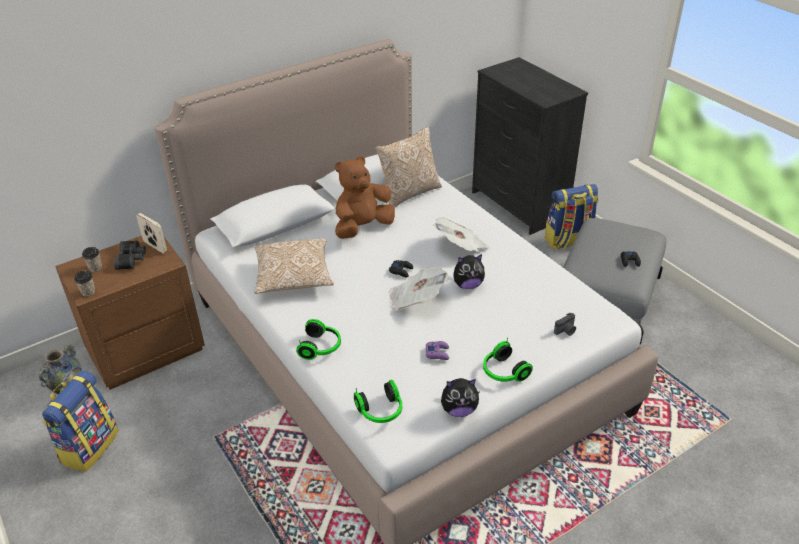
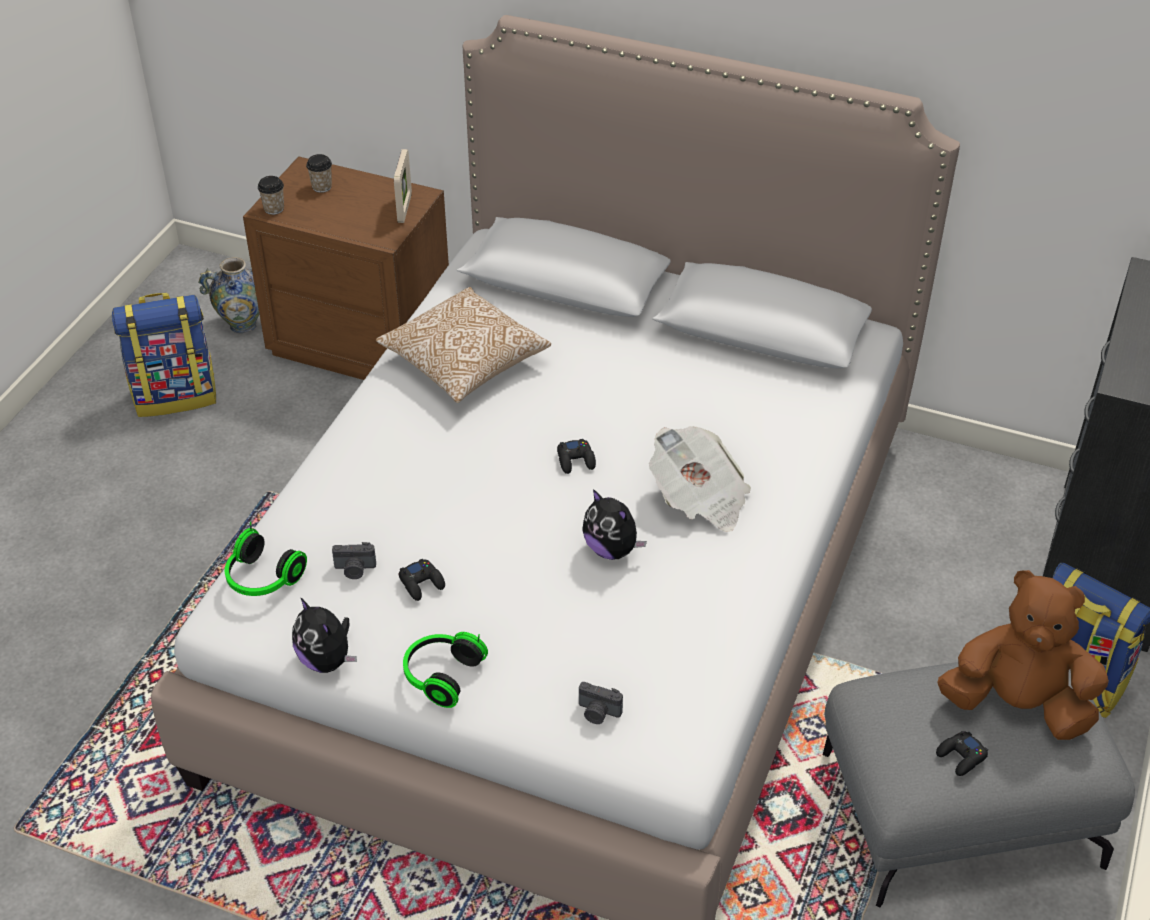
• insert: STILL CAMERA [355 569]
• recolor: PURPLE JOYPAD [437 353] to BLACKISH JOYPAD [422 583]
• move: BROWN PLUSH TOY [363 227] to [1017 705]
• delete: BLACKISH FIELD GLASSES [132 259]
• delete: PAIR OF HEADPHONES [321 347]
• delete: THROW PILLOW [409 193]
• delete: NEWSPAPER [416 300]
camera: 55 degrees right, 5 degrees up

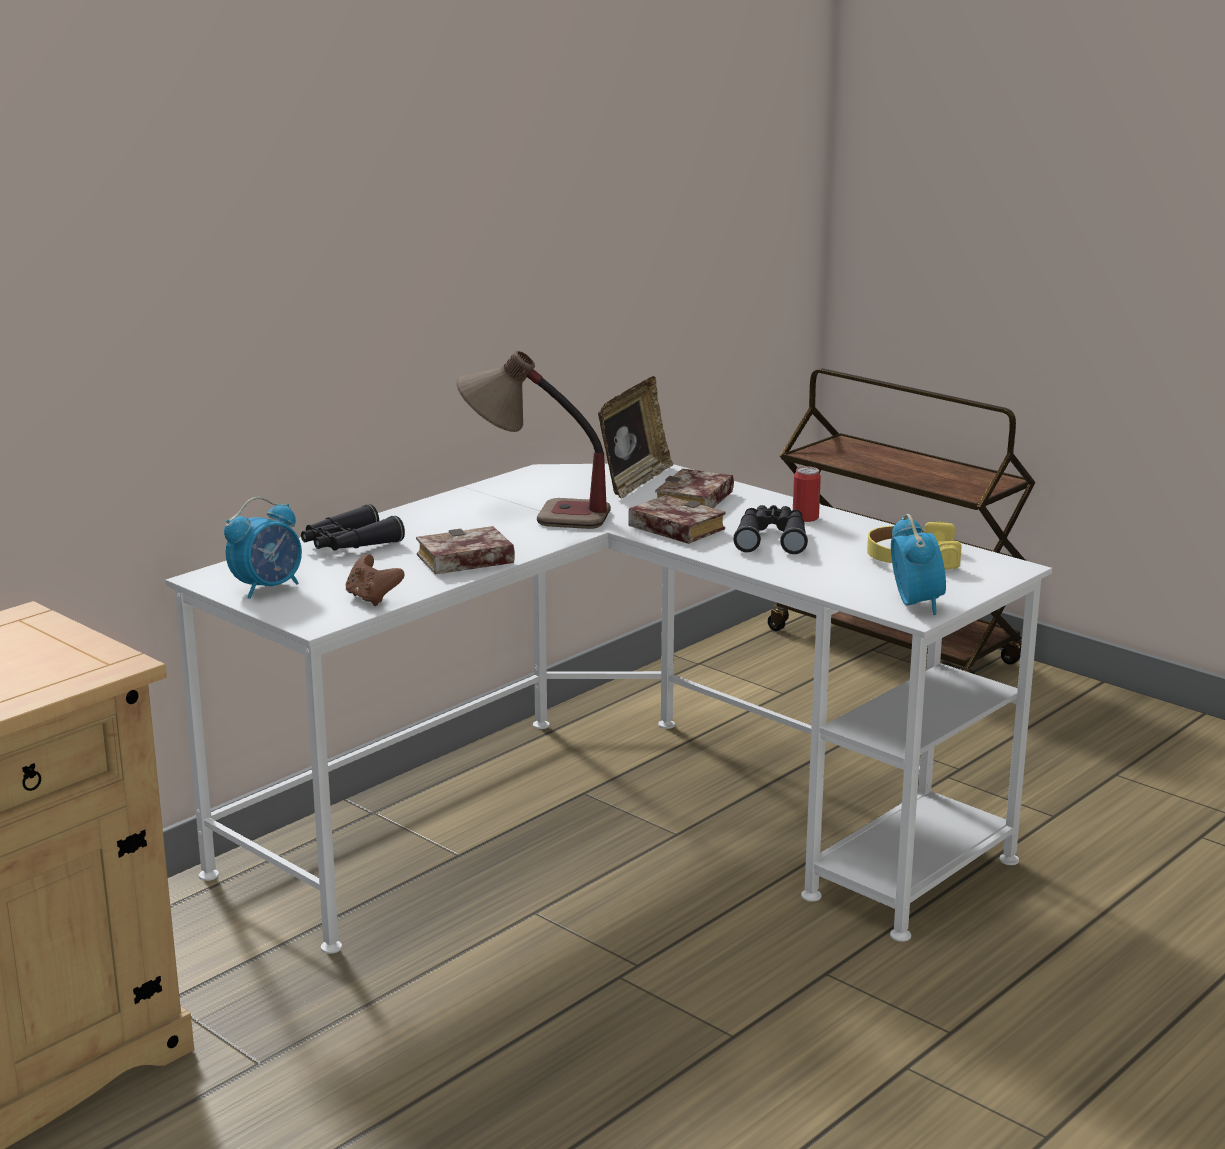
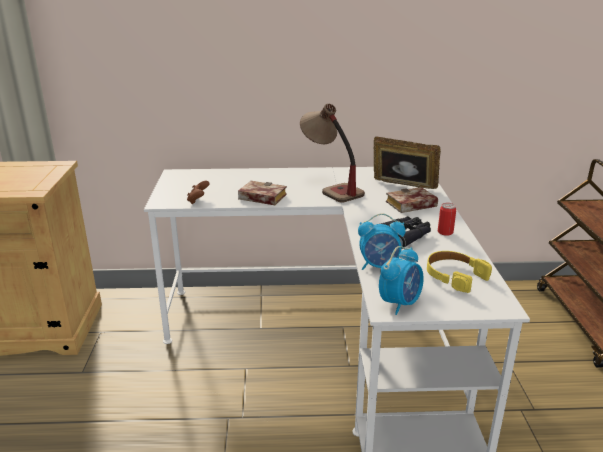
• move: TABLE CLOCK [268 588] to [379 266]
• rotate: PHOTO FRAME [633 482] = [403 187] 135 degrees counterclockwise
• delete: BLACKISH FIELD GLASSES [348 544]
• delete: BOUND BOOK [672 528]
camera: 45 degrees right, 5 degrees up

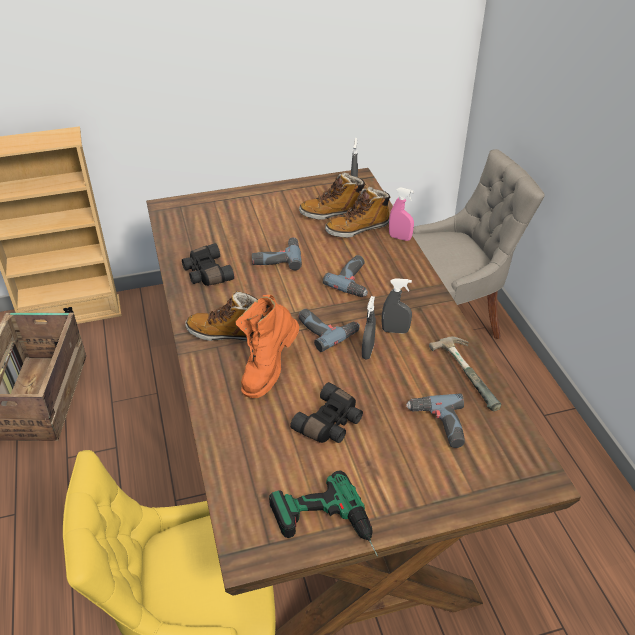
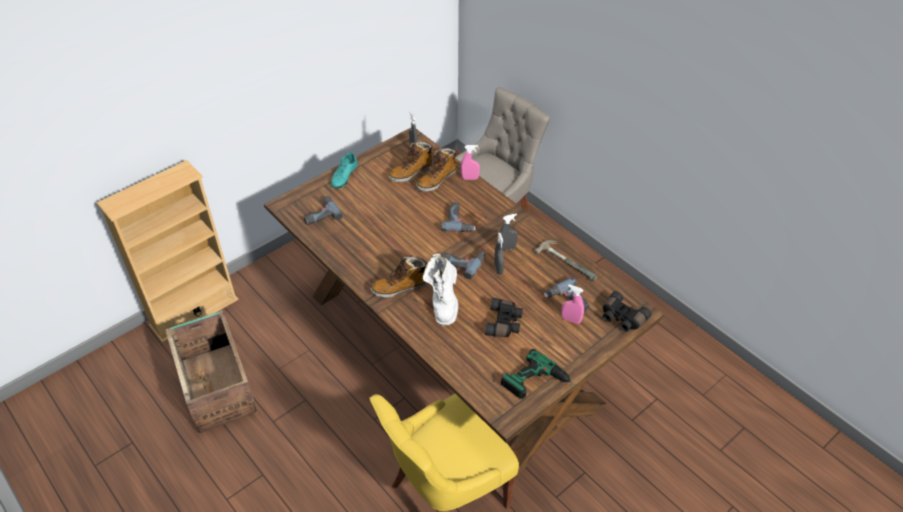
• move: DRILL [276 257] to [320 214]
• insert: TURQUOISE SHOE [344 175]
• recolor: ORANGE-COLOURED HIGH-TOP BOOT [268 369] to WHITE-COLOURED HIGH-TOP BOOT [443 302]
• insert: PINK HAND SPRAYER [571 320]
• move: BLACKISH FIELD GLASSES [206 273] to [622 318]
camera: 25 degrees left, 5 degrees up

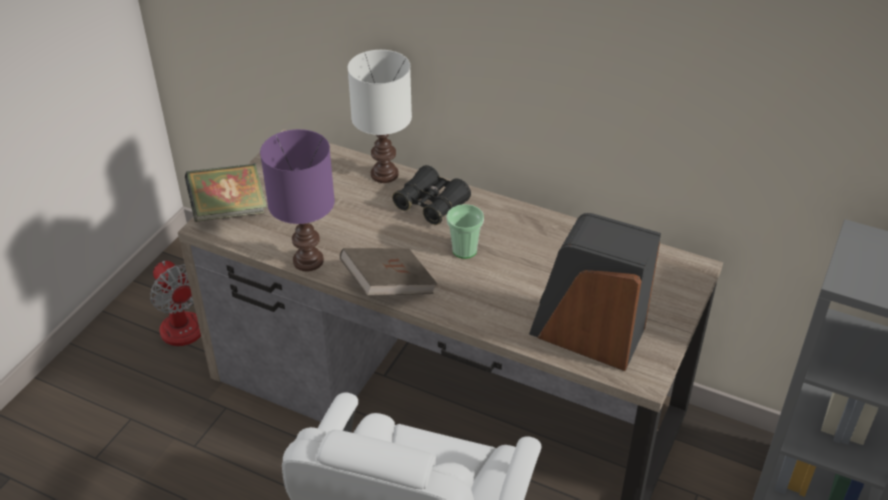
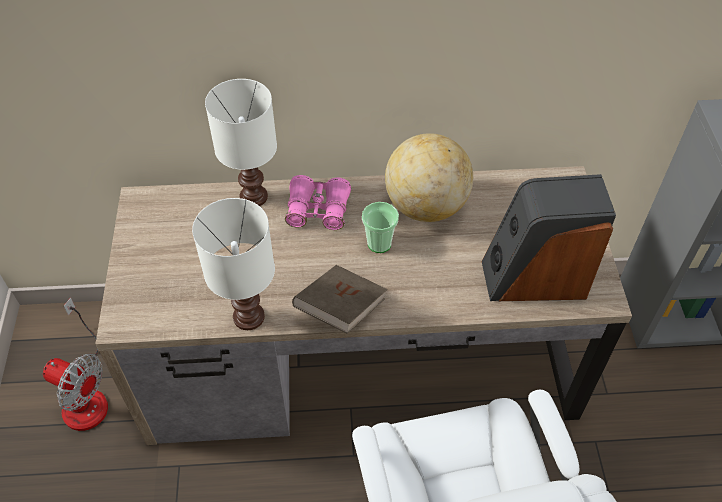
• recolor: PURPLE LAMP FOR A TABLE [308 262] to WHITE-COLOURED LAMP FOR A TABLE [249 318]
• recolor: BLACKISH FIELD GLASSES [431 204] to PINK FIELD GLASSES [318 210]
• insert: DESK GLOBE [426 206]
• delete: BOUND BOOK [229 211]
camera: 30 degrees left, 10 degrees up

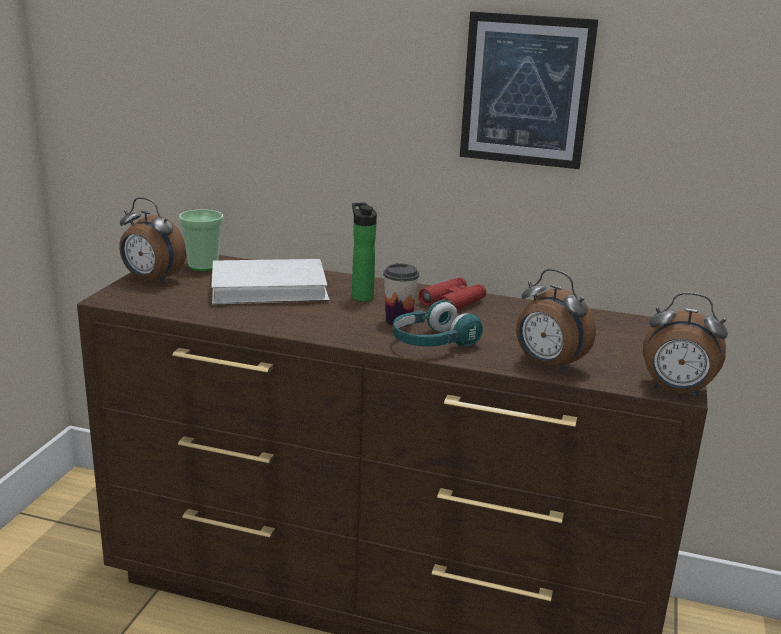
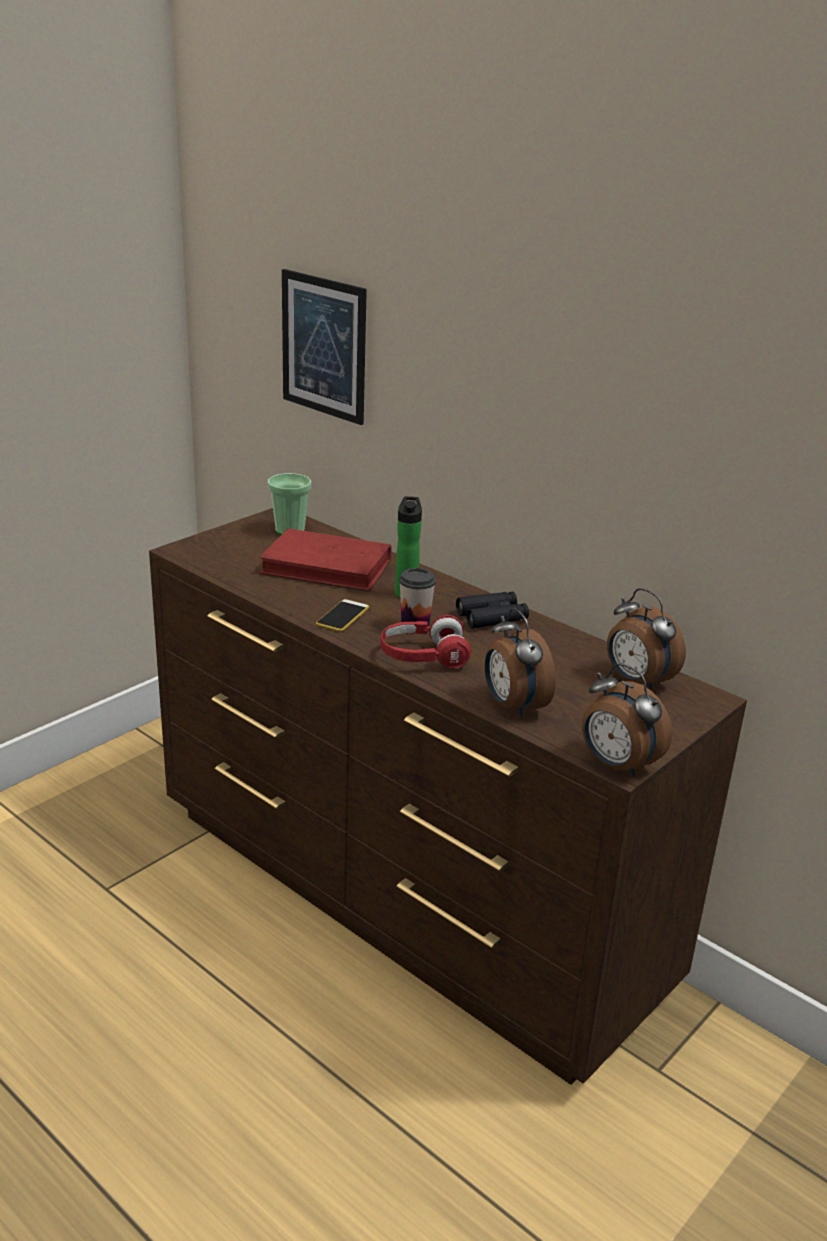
• recolor: WHITE-COLOURED BOUND BOOK [269 288] to REDDISH BOUND BOOK [327 567]
• move: PICTURE [526 91] to [323 346]
• insert: HANDSET [342 616]
• recolor: TURQUOISE PAIR OF HEADPHONES [432 342] to REDDISH PAIR OF HEADPHONES [423 656]
• recolor: REDDISH FIELD GLASSES [452 302] to BLACKISH FIELD GLASSES [492 617]
• move: TABLE CLOCK [151 280] to [636 682]
camera: 25 degrees right, 5 degrees up

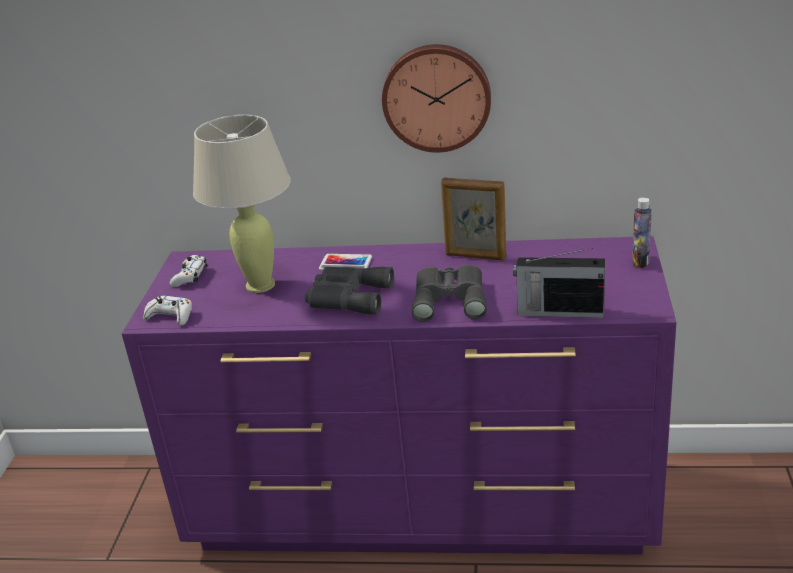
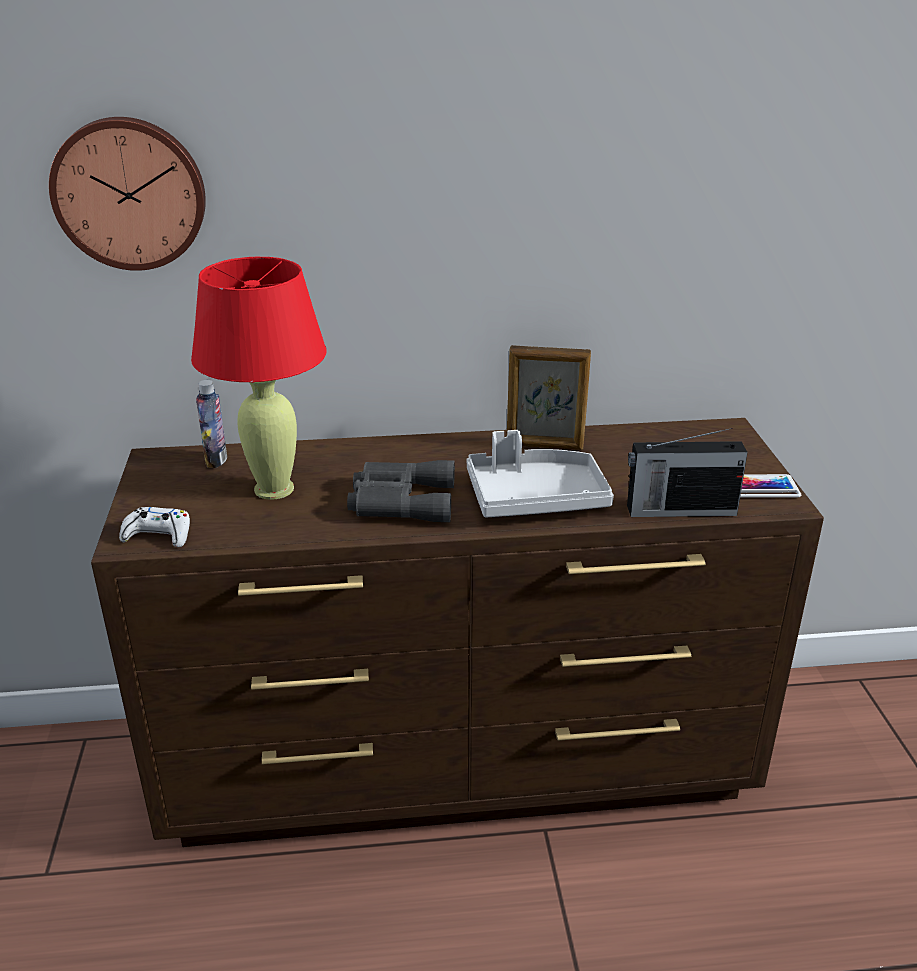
• move: HANGING CLOCK [436 97] to [130 193]
• recolor: PURPLE DRAWER CHEST [422 509] to BROWN DRAWER CHEST [461 764]
• recolor: SAND-COLOURED LAMP FOR A TABLE [260 285] to REDDISH LAMP FOR A TABLE [273 489]
• move: DRINK BOTTLE [640 262] to [216 460]
• replace: GREY FIELD GLASSES [450 298] to GREY SERVING TRAY [535 498]
• move: HANDSET [345 263] to [762 487]
• delete: WHITE-COLOURED JOYPAD [190 276]
camera: 15 degrees left, 0 degrees up

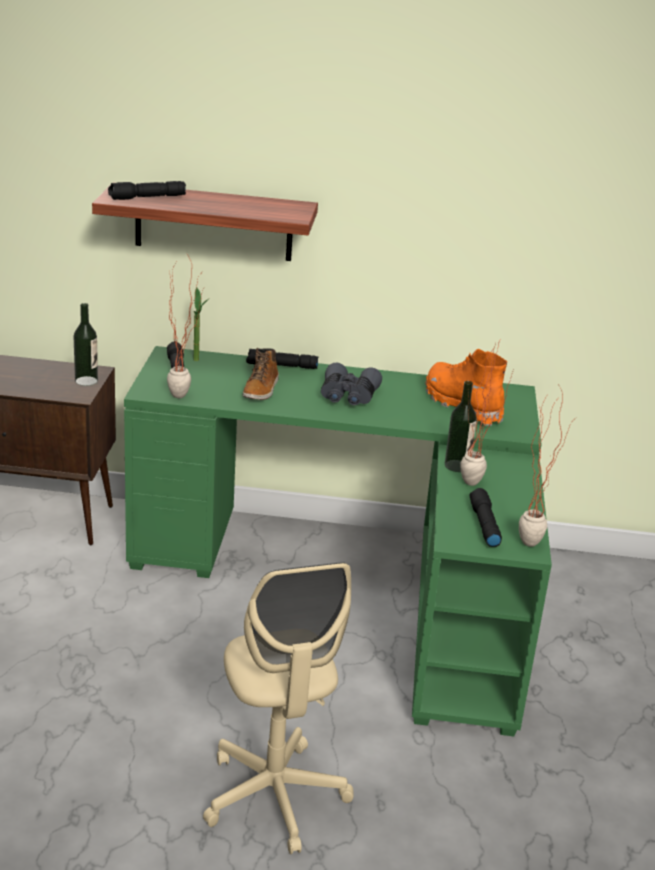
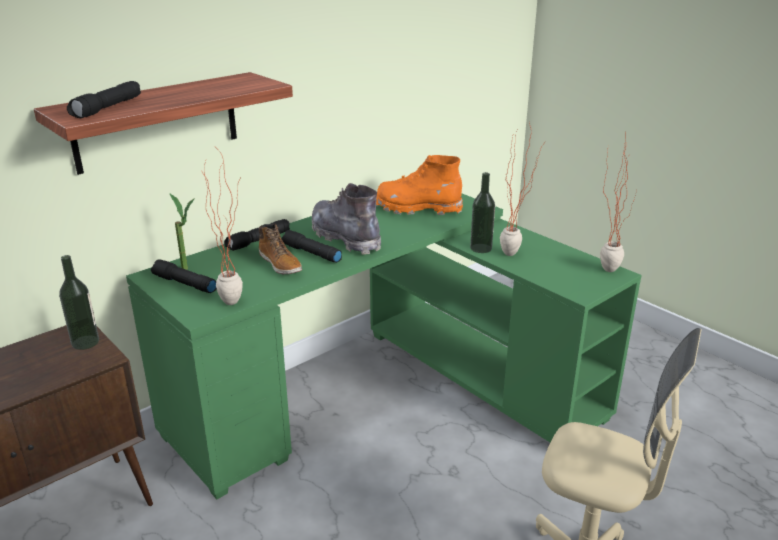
• move: BLACKISH HAND TORCH [483 524] to [311 253]
• replace: GREY FIELD GLASSES [348 396] to GREY HIGH-TOP BOOT [345 238]
camera: 45 degrees left, 0 degrees up

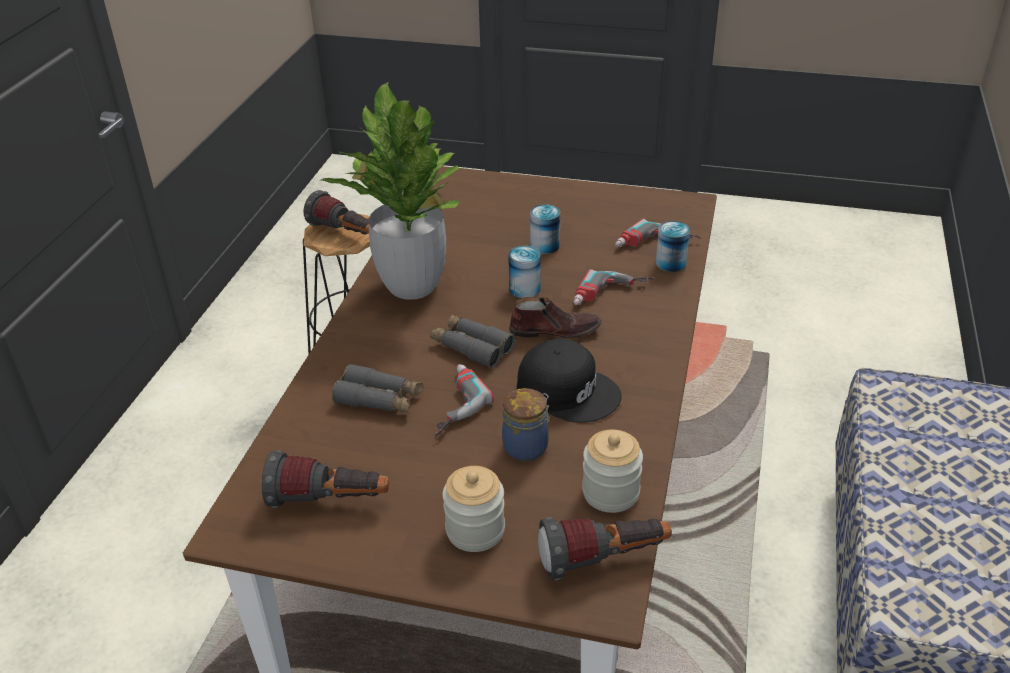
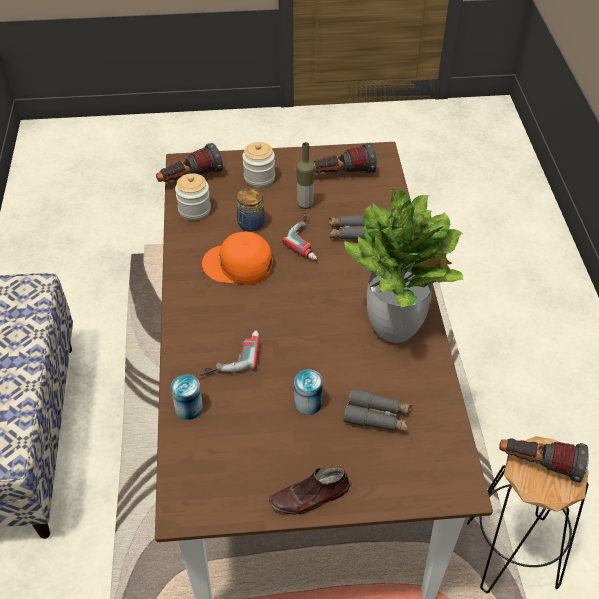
• recolor: BLACKISH BASEBALL CAP [568 390] to ORANGE-COLOURED BASEBALL CAP [238 265]
• move: BROWN SHOE [555 330] to [310 497]
• insert: DRINK BOTTLE [305 204]
• move: GREY FIELD GLASSES [471 347] to [377 416]
• delete: METAL CAN [524 289]
• delete: DRILL [655 245]
camera: 160 degrees right, 10 degrees up

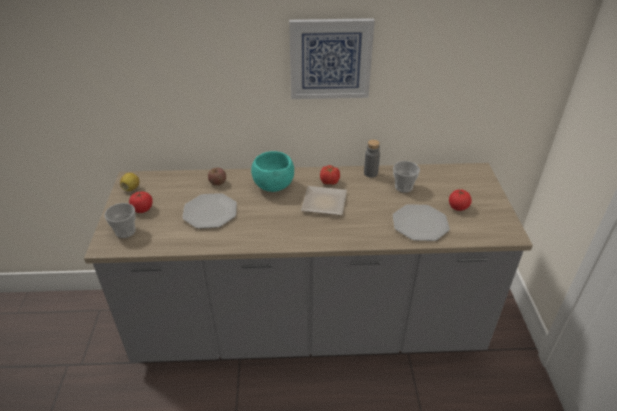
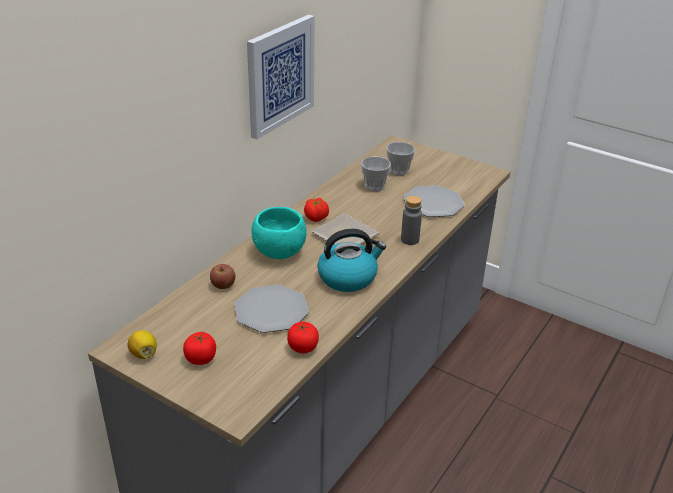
• move: WHOLE TOMATO [458 207] to [303 347]
• insert: TEA KETTLE [348 277]
• move: CUP [125 231] to [398 170]
• move: GREY DRINK BOTTLE [370 173] to [410 240]
camera: 55 degrees left, 5 degrees down

